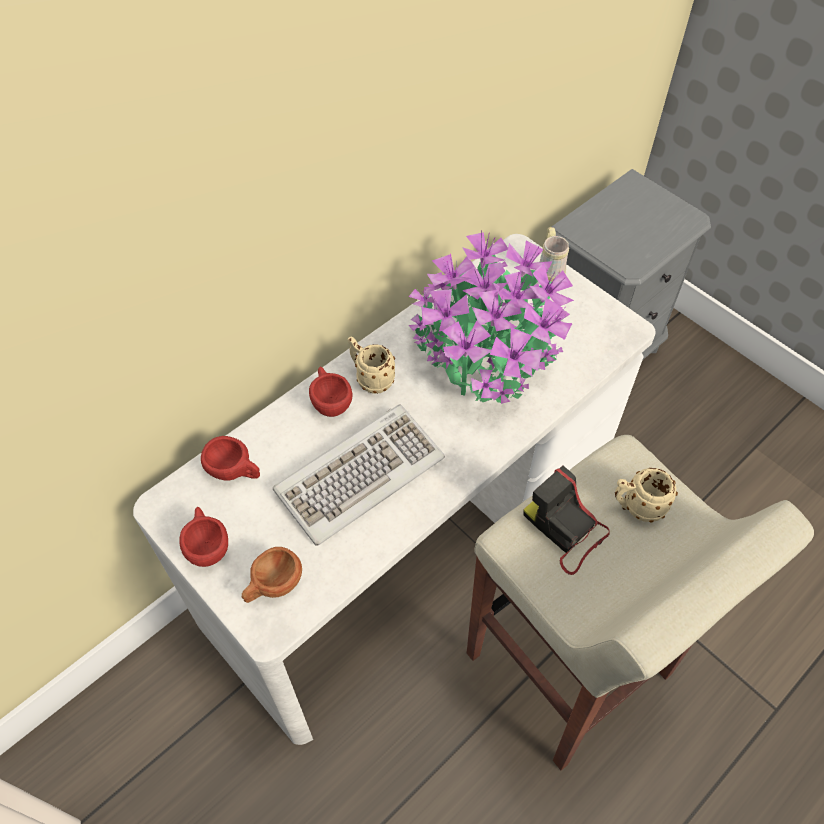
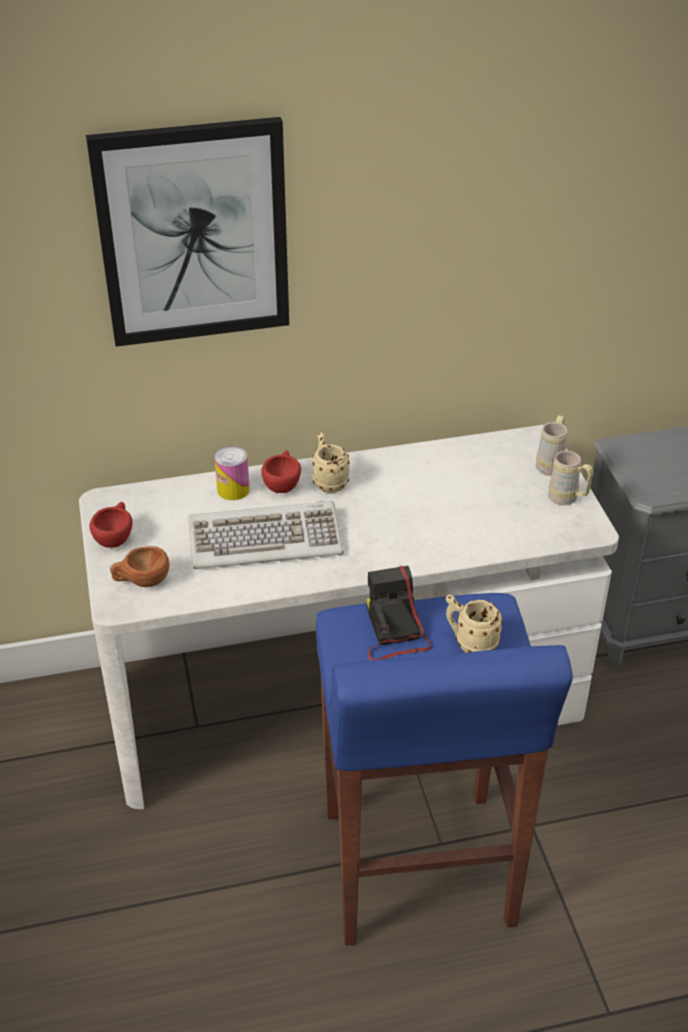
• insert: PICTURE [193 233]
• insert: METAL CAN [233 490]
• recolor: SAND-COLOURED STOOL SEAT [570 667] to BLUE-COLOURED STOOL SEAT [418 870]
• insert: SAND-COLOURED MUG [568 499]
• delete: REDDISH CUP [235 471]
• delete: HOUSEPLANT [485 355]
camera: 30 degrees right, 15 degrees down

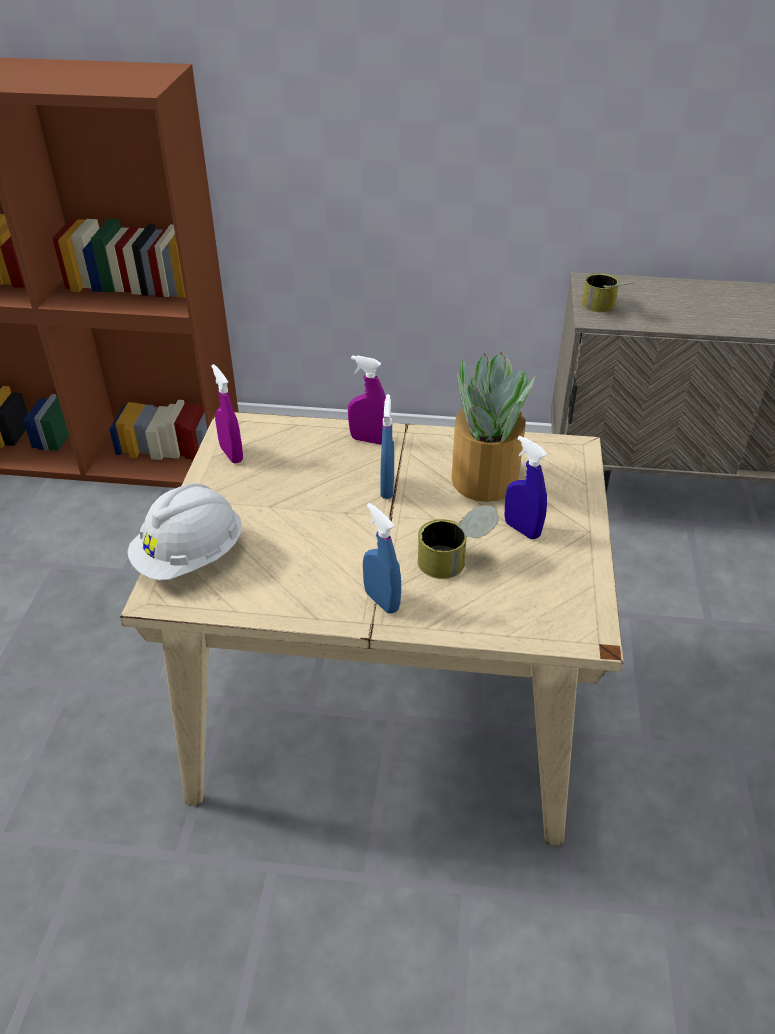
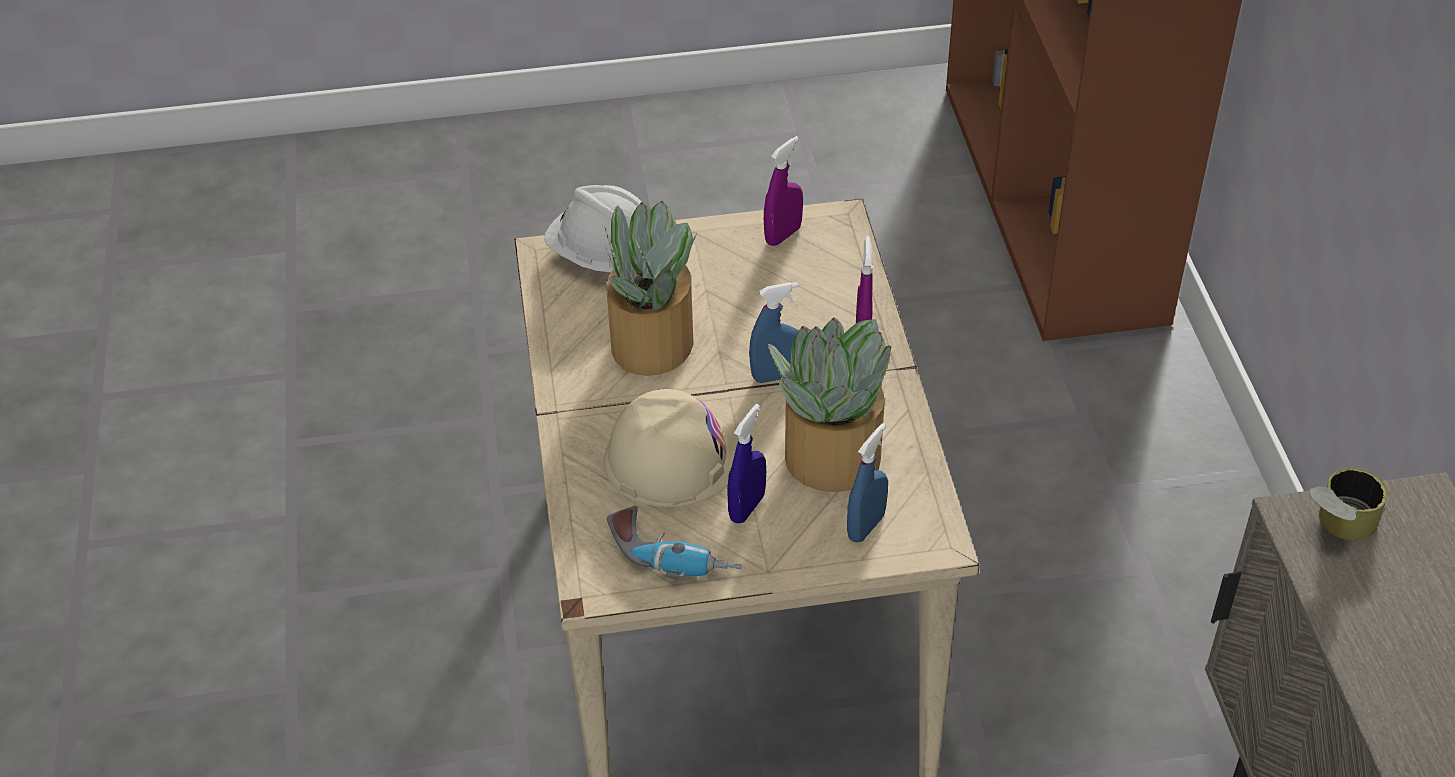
• insert: HOUSEPLANT [650 345]
• replace: METAL CAN [455 560] to SAND-COLOURED HARD HAT [673 458]
• insert: DRILL [673 556]
• move: BLUE-COLOURED HAND SPRAYER [381 601] to [866 527]
camera: 75 degrees right, 5 degrees up

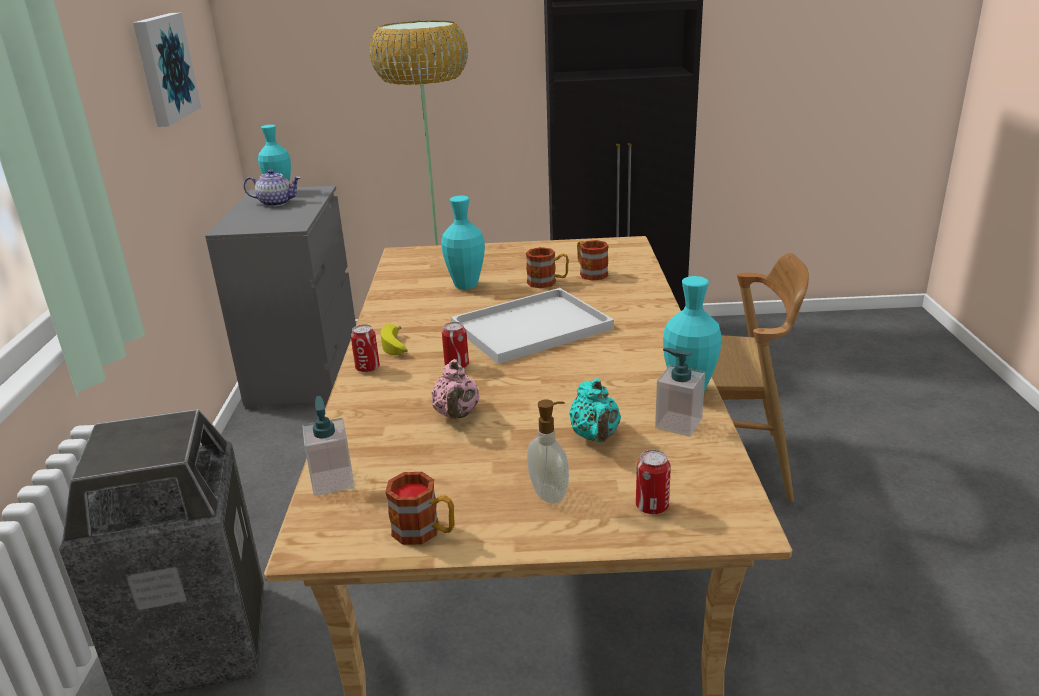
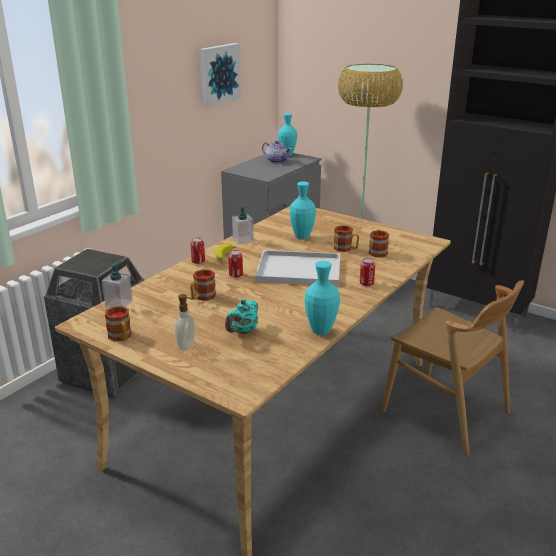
• replace: PINK POT FOR TEA [457 415] to MUG [202 297]
• move: SOAP DISPENSER [678 423] to [243 240]
• move: METAL CAN [652 506] to [366 284]
camera: 35 degrees right, 0 degrees up

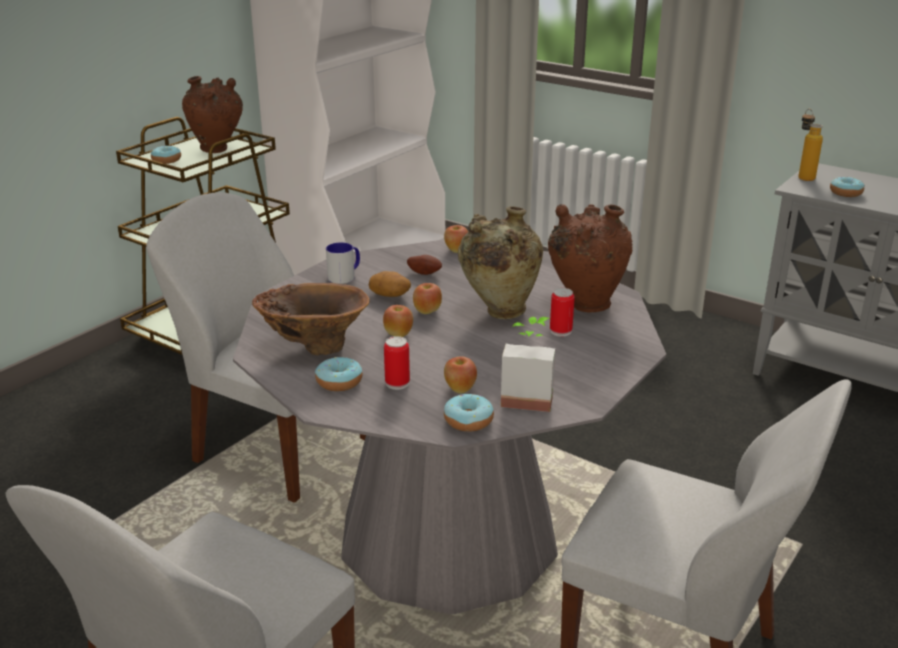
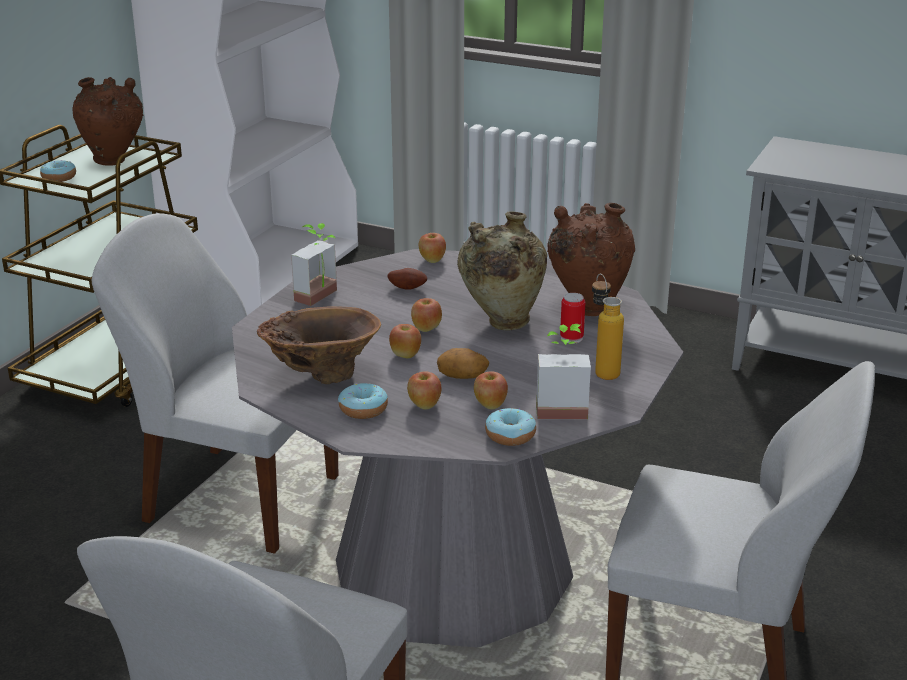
• replace: MUG [345 276] to HOUSEPLANT [323 297]
• replace: METAL CAN [397 383] to APPLE [424 405]
• move: WHOLE POTATO [390 295] to [463 376]
• move: DRINK BOTTLE [803 176] to [602 370]
• delete: DONUT [845 193]
camera: 10 degrees left, 0 degrees up

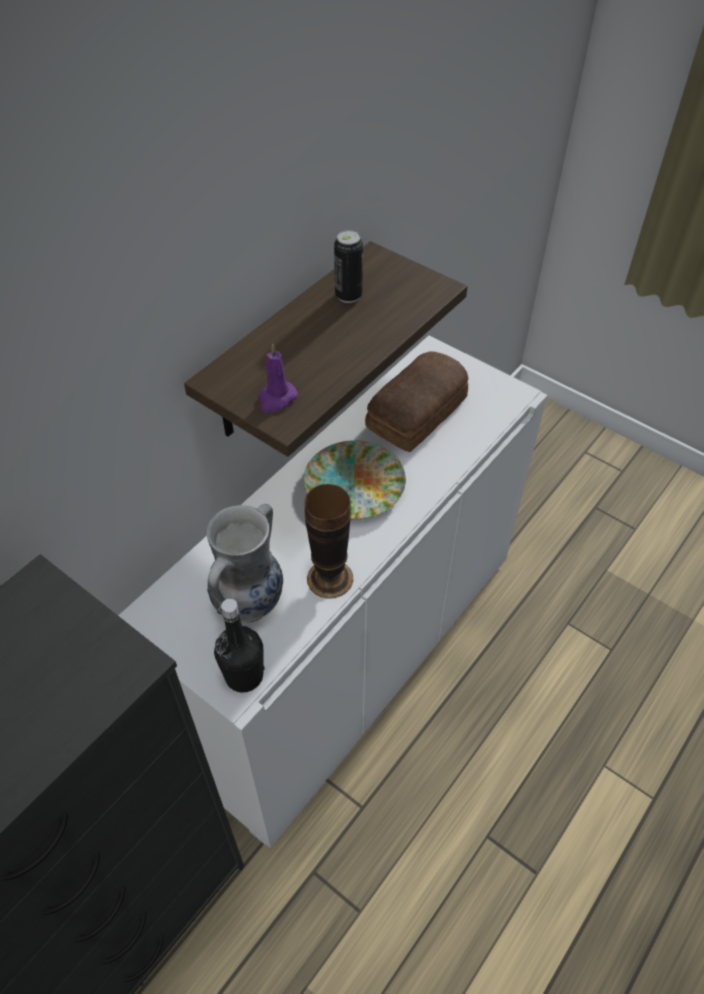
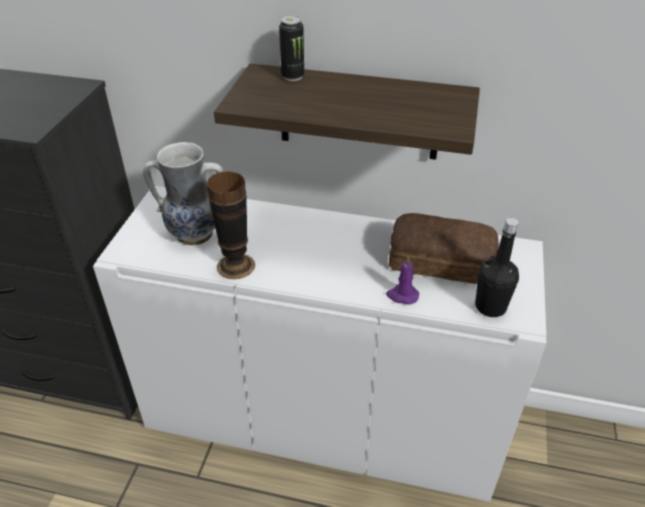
• move: METAL CAN [348 295] to [292 76]
• move: PURPLE CANDLE [276 399] to [402 295]
• move: BLACKISH DRINK BOTTLE [244 676] to [490 307]
• delete: FLAT DISH [354 485]
camera: 65 degrees right, 10 degrees down

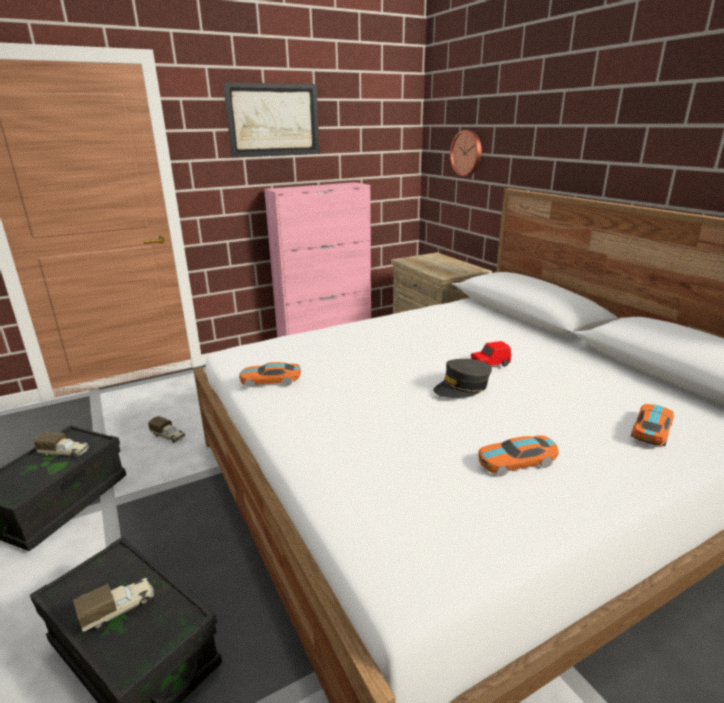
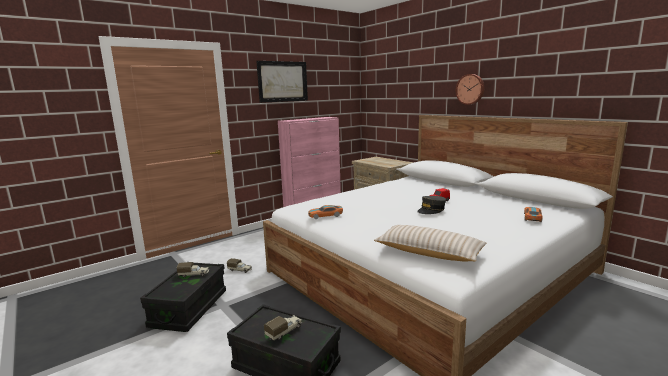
• insert: SAND-COLOURED THROW PILLOW [429 252]
• move: HANGING CLOCK [467 153] to [470 89]
• delete: MODEL CAR [516 461]
camera: 10 degrees left, 10 degrees down

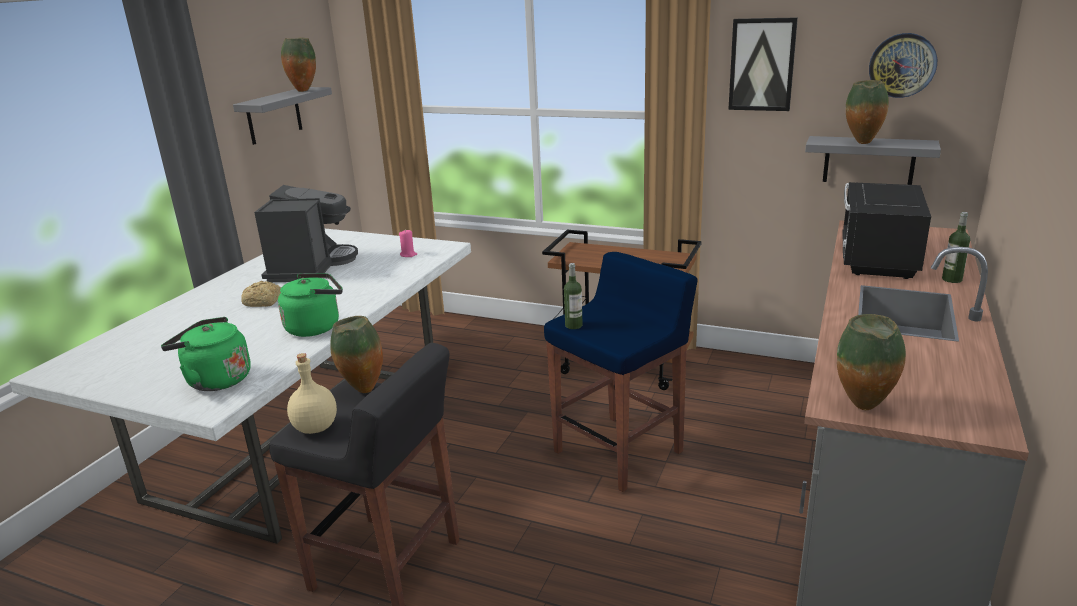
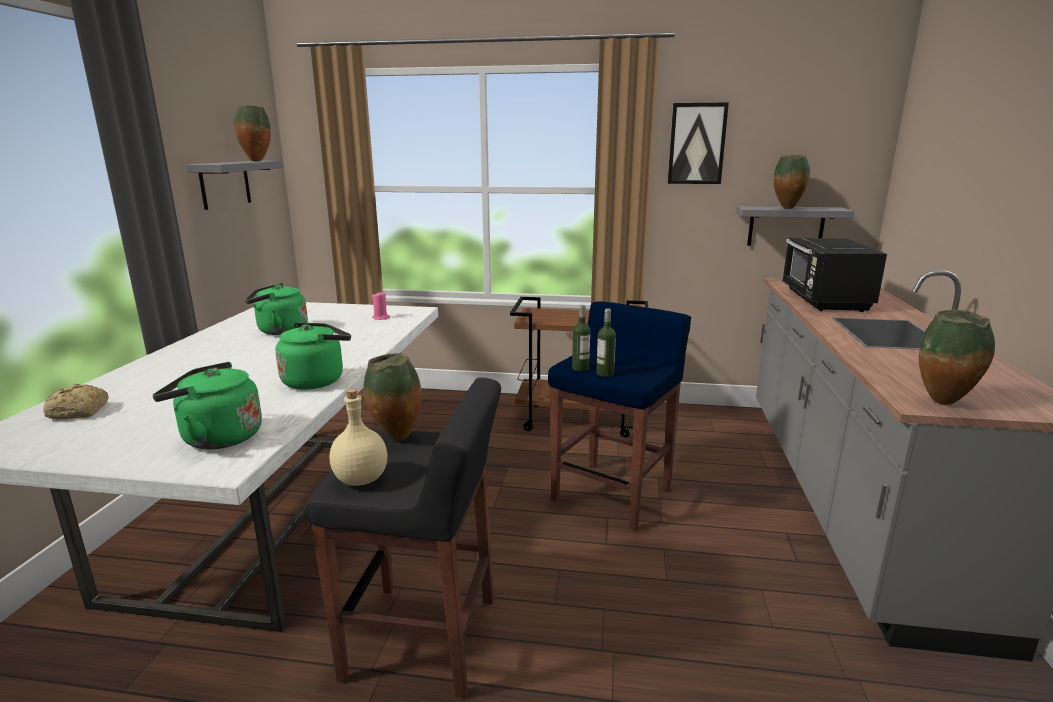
• move: BREAD [264 302] to [80 412]
• replace: COFFEE MACHINE [310 267] to GREEN-COLOURED TEA KETTLE [279 331]
• move: DRINK BOTTLE [952 279] to [605 373]
• delete: HANGING CLOCK [902 65]
camera: 15 degrees left, 5 degrees down

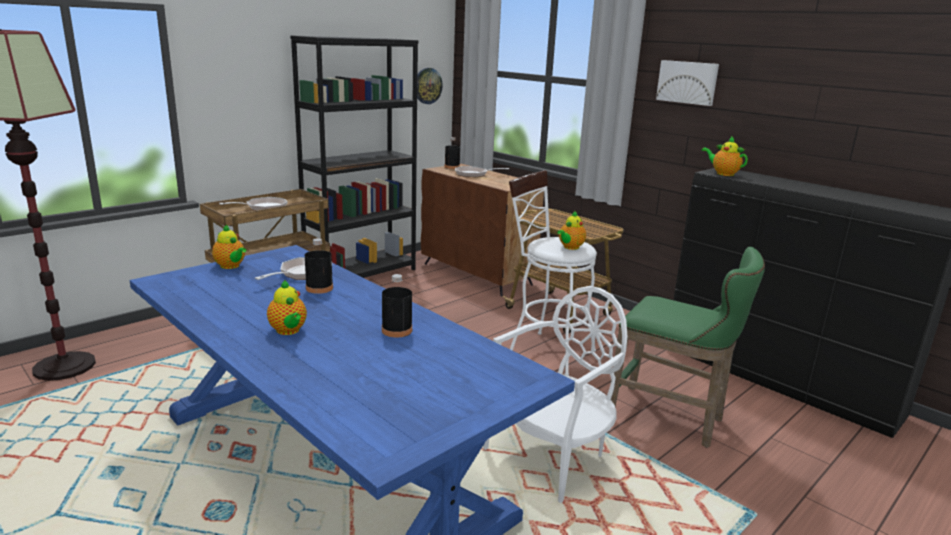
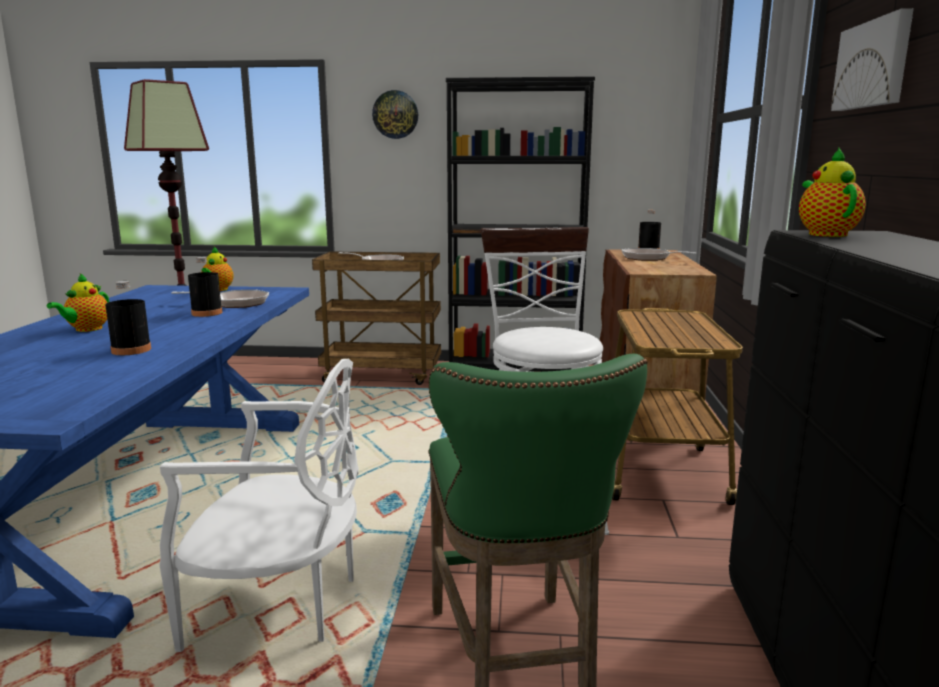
• move: HANGING CLOCK [427 86] to [395 114]
• delete: POT FOR TEA [570 247]
camera: 50 degrees right, 5 degrees down

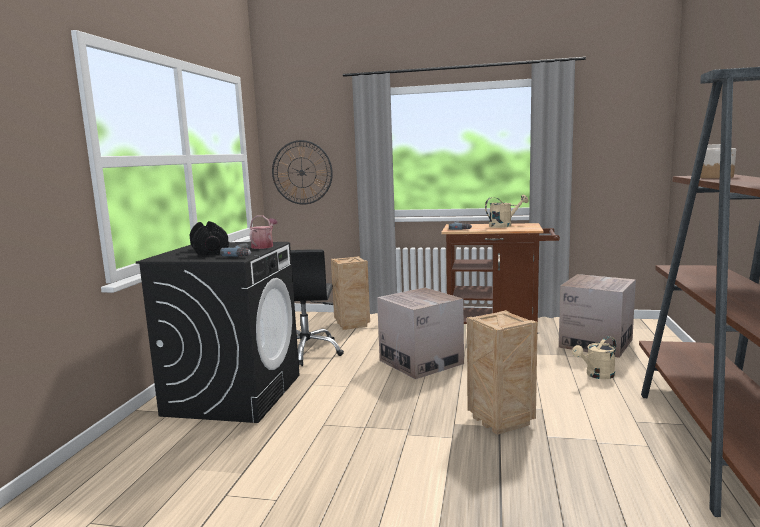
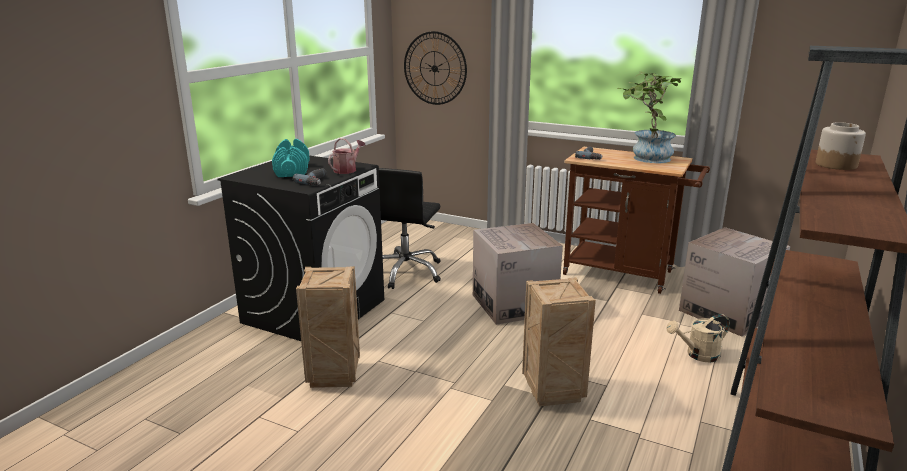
• recolor: BLACKISH HAND WEIGHT [210 251] to TURQUOISE HAND WEIGHT [292 171]
• move: PACKING CRATE [351 324] to [333 374]
• replace: SAND-COLOURED WATERING CAN [504 225] to HOUSEPLANT [645 158]
camera: 15 degrees right, 10 degrees up

